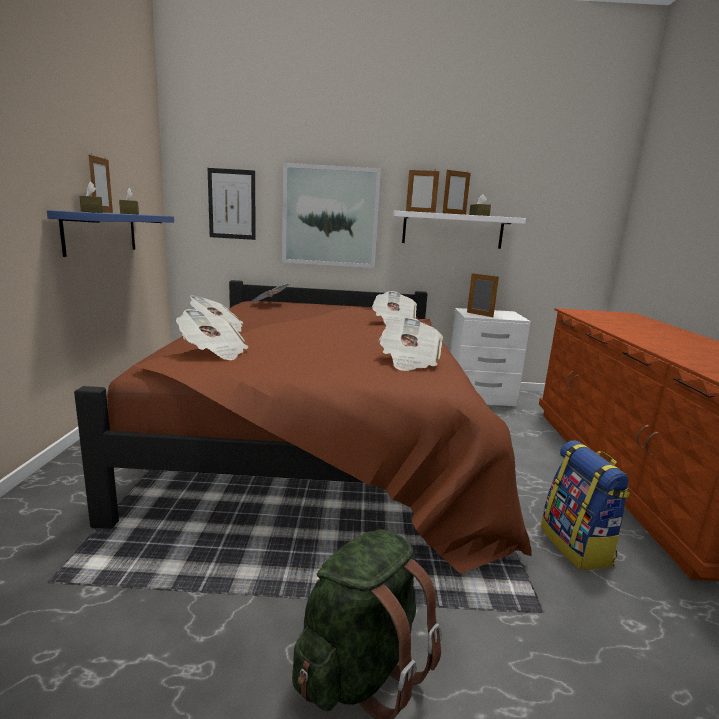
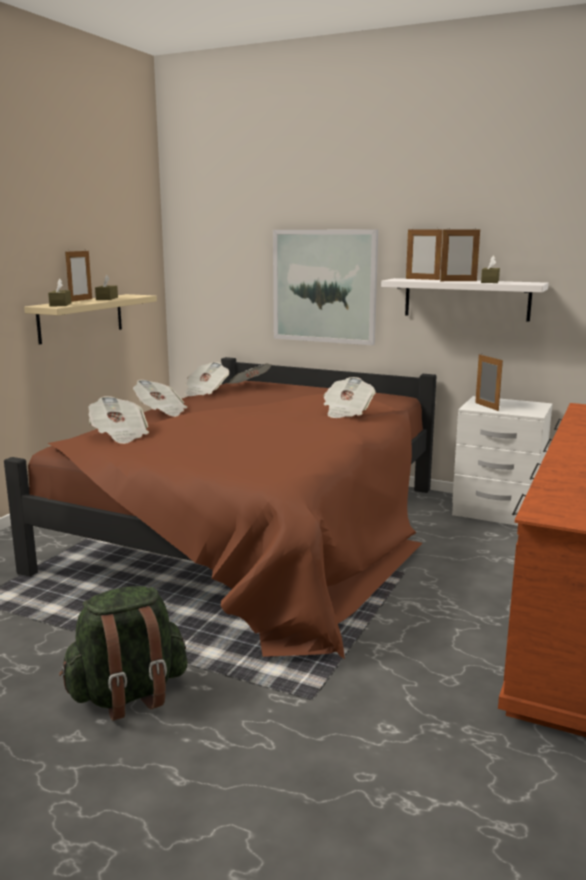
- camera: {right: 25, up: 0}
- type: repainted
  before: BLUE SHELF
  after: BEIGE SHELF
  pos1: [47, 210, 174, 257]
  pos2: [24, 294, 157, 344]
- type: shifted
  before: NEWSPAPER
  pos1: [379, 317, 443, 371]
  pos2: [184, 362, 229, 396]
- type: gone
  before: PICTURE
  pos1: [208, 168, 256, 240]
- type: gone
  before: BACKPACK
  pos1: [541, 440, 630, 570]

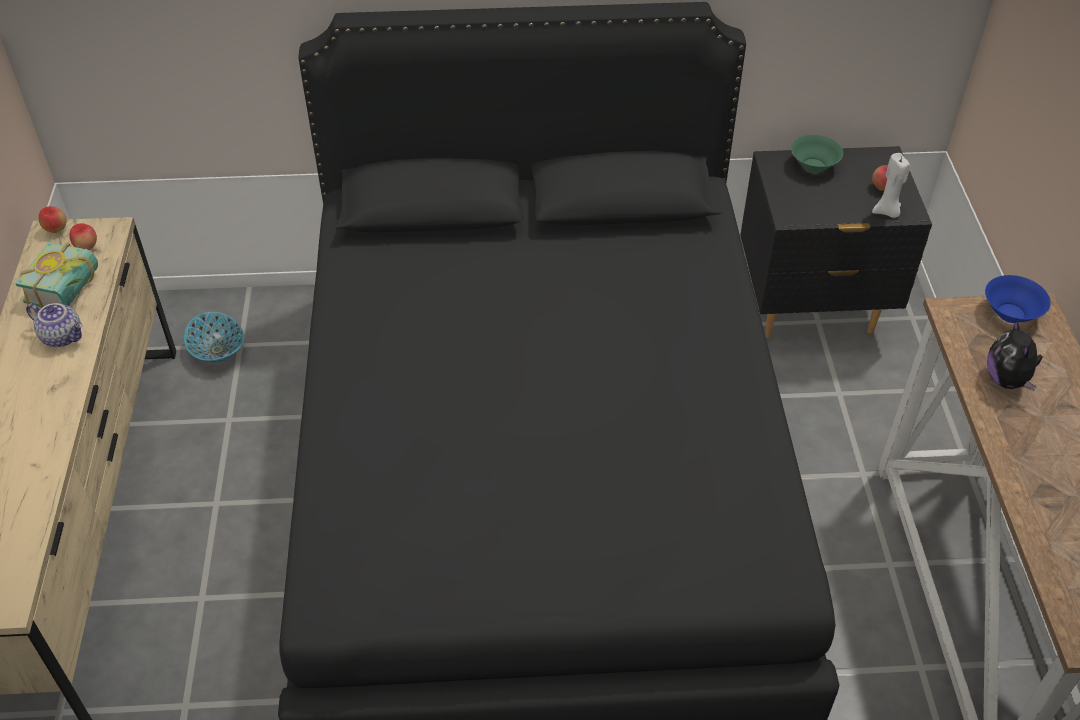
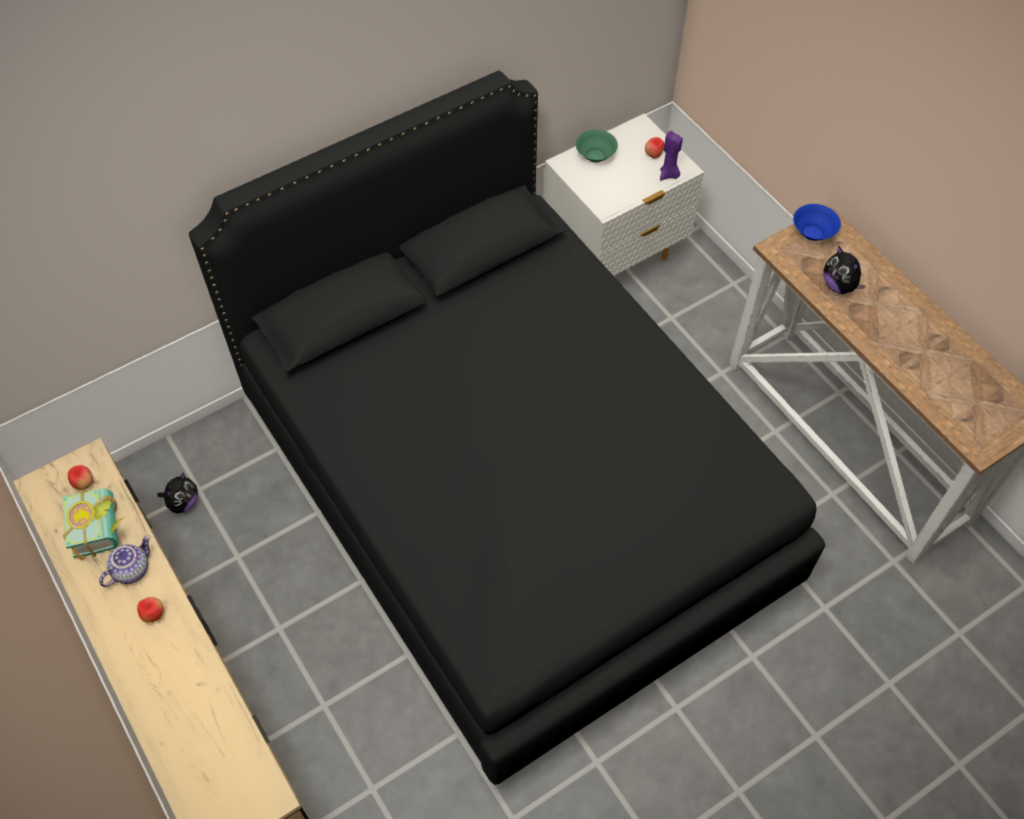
- camera: {right: -30, up: 10}
- type: rotated
  before: TEAPOT
  pos1: [26, 303, 83, 347]
  pos2: [99, 535, 151, 587]
  turn: -45
- type: shifted
  before: APPLE
  pos1: [39, 206, 67, 233]
  pos2: [137, 597, 164, 623]
- type: swapped
  before: BOWL
  after: PLUSH TOY
  pos1: [184, 312, 244, 363]
  pos2: [157, 472, 198, 513]
- type: repainted
  before: BLACK NIGHTSTAND
  after: WHITE NIGHTSTAND
  pos1: [740, 146, 932, 338]
  pos2: [544, 114, 704, 276]
- type: repainted
  before: WHITE CANDLE
  after: PURPLE CANDLE
  pos1: [872, 153, 910, 218]
  pos2: [660, 131, 683, 181]

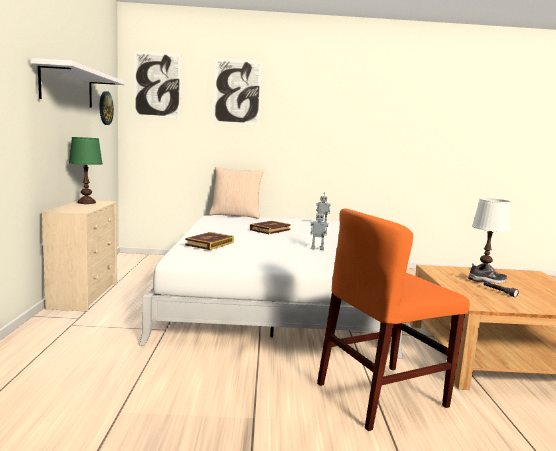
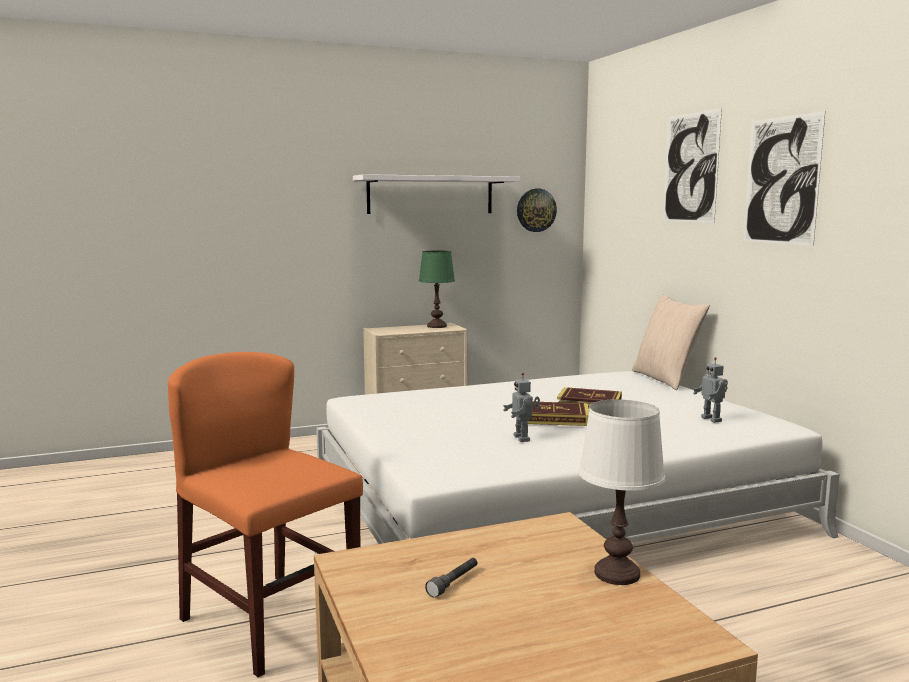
- camera: {right: 70, up: 0}
- type: shifted
  before: BOOK
  pos1: [185, 232, 234, 250]
  pos2: [528, 402, 589, 426]
- type: shifted
  before: PICTURE
  pos1: [134, 51, 181, 118]
  pos2: [744, 111, 825, 246]
- type: gone
  before: SHOE
  pos1: [468, 263, 507, 284]

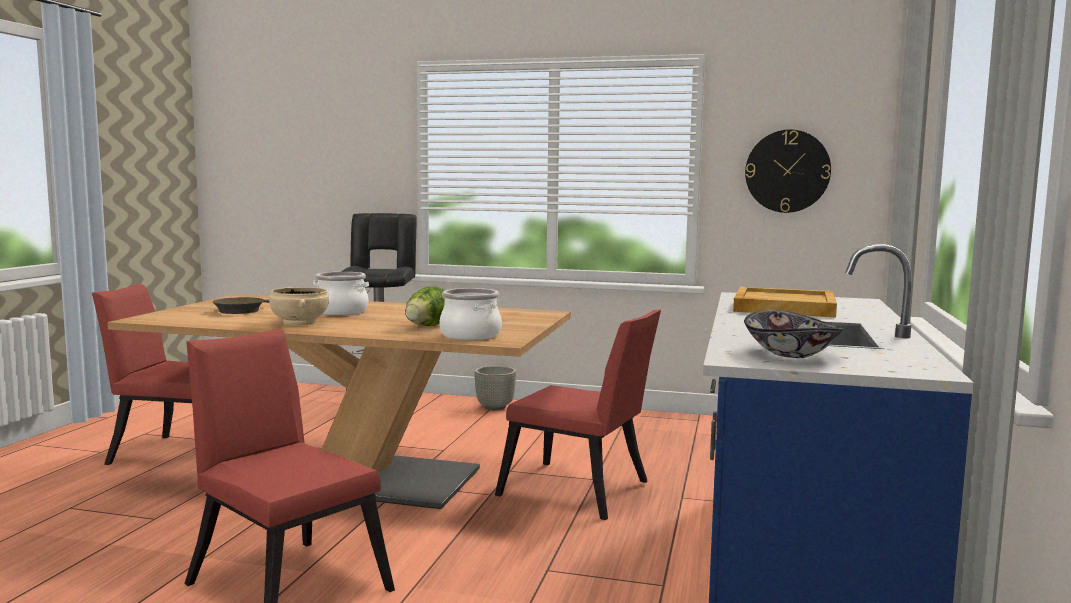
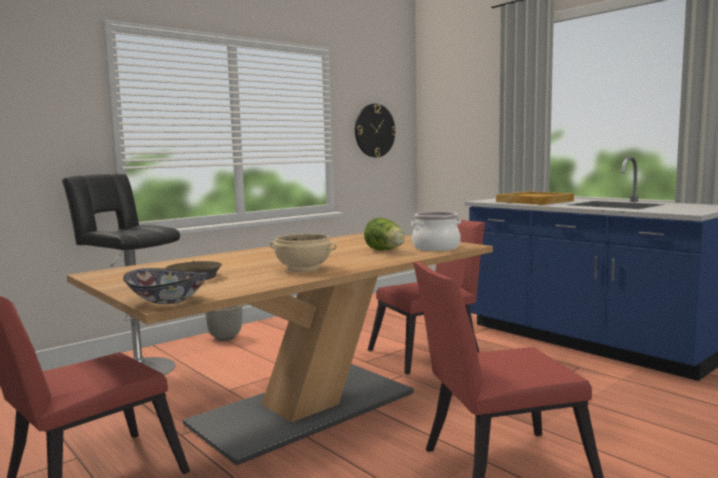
- camera: {right: -55, up: 0}
- type: shifted
  before: BOWL
  pos1: [744, 310, 843, 358]
  pos2: [123, 268, 209, 304]
- type: gone
  before: COOKING POT
  pos1: [313, 272, 369, 315]

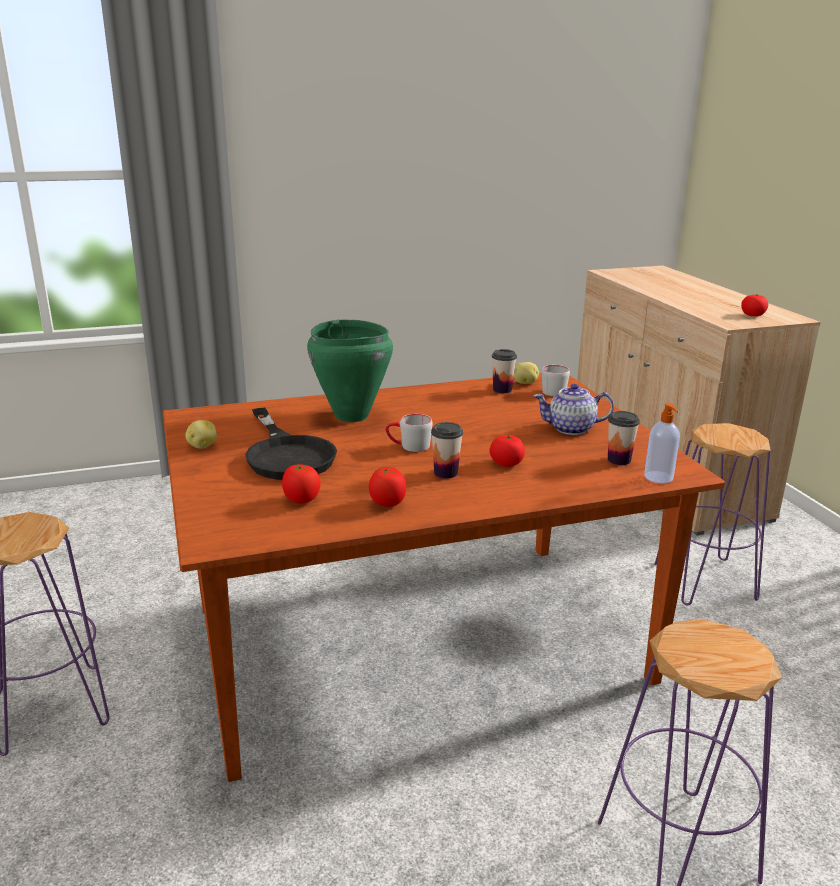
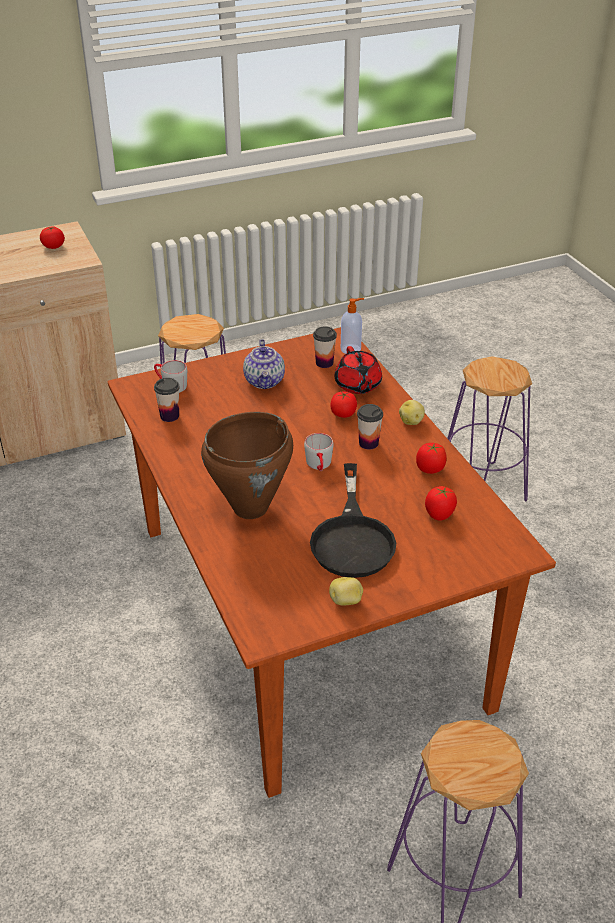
- camera: {right: -95, up: 15}
- type: repainted
  before: GREEN COOKING POT
  after: BROWN COOKING POT
  pos1: [307, 319, 393, 422]
  pos2: [201, 412, 293, 519]
- type: rotated
  before: BLACK FRYING PAN
  pos1: [245, 408, 337, 480]
  pos2: [310, 463, 396, 578]
  turn: 120
- type: new
  after: RED TEAPOT
  pos2: [335, 346, 382, 394]
- type: shifted
  before: POTATO
  pos1: [514, 362, 539, 384]
  pos2: [399, 400, 425, 425]

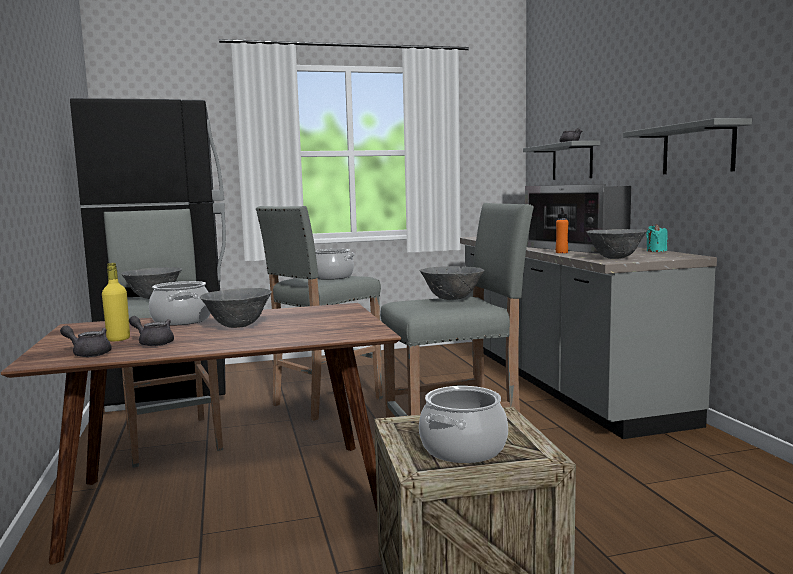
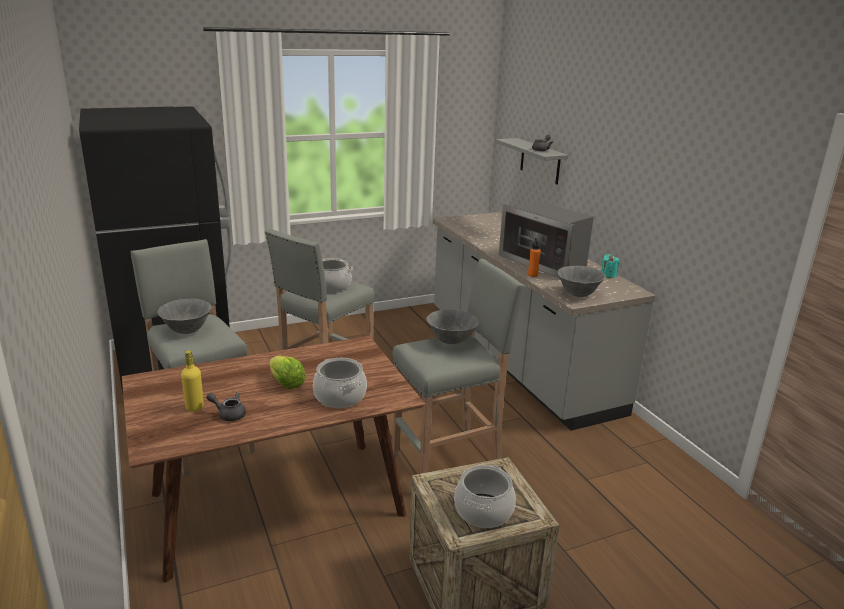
- camera: {right: -10, up: 15}
- type: swapped
  before: GREY BOWL
  after: LETTUCE
  pos1: [200, 288, 272, 328]
  pos2: [269, 356, 306, 389]
- type: shifted
  before: COOKING POT
  pos1: [149, 281, 211, 326]
  pos2: [313, 358, 367, 408]
- type: gone
  before: GREY TEAPOT
  pos1: [60, 325, 112, 357]
- type: gone
  before: GREY SHELF
  pos1: [623, 118, 752, 174]

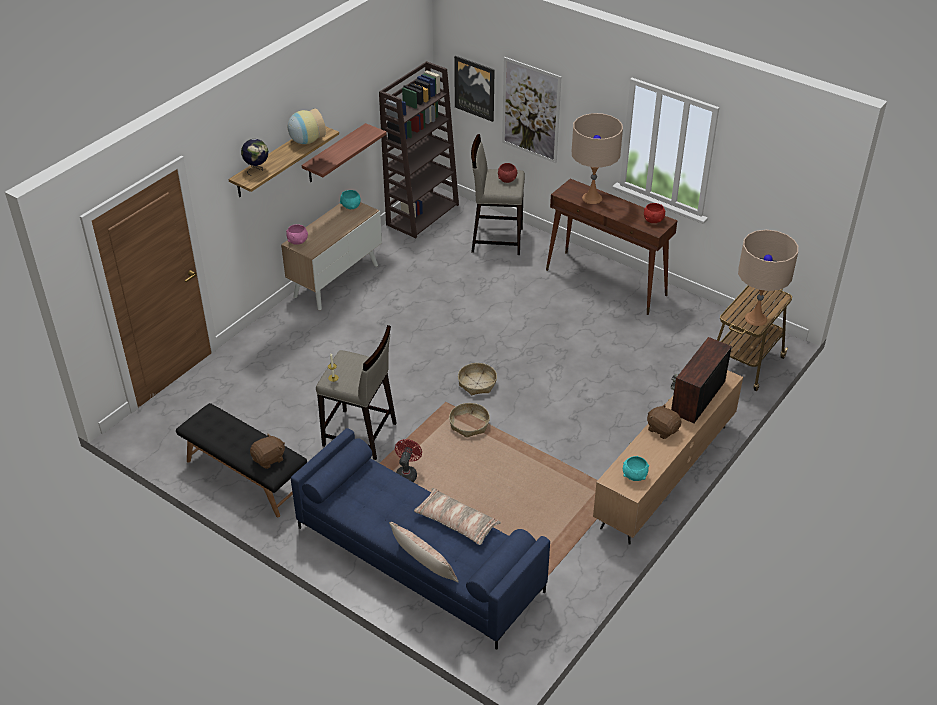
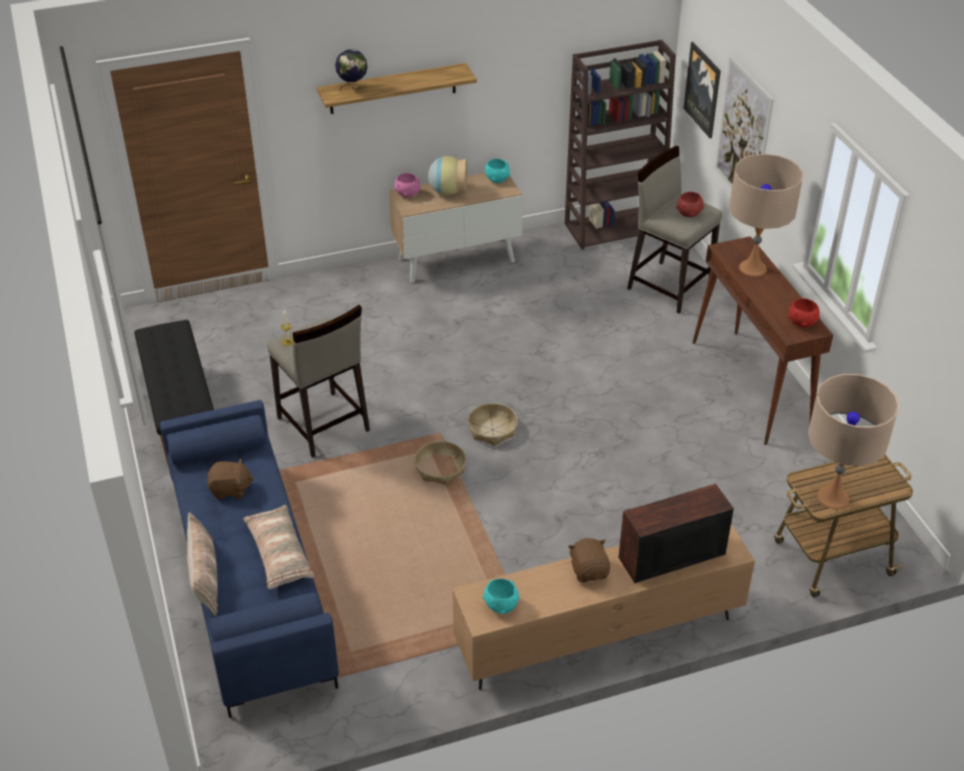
- camera: {right: 35, up: 0}
- type: shifted
  before: BROWN PLUSH TOY
  pos1: [250, 433, 285, 469]
  pos2: [207, 459, 254, 499]
- type: shifted
  before: VASE
  pos1: [288, 108, 326, 144]
  pos2: [428, 156, 467, 195]
- type: gone
  before: SHELF
  pos1: [302, 123, 386, 183]
- type: gone
  before: RED FAN
  pos1: [395, 439, 422, 482]

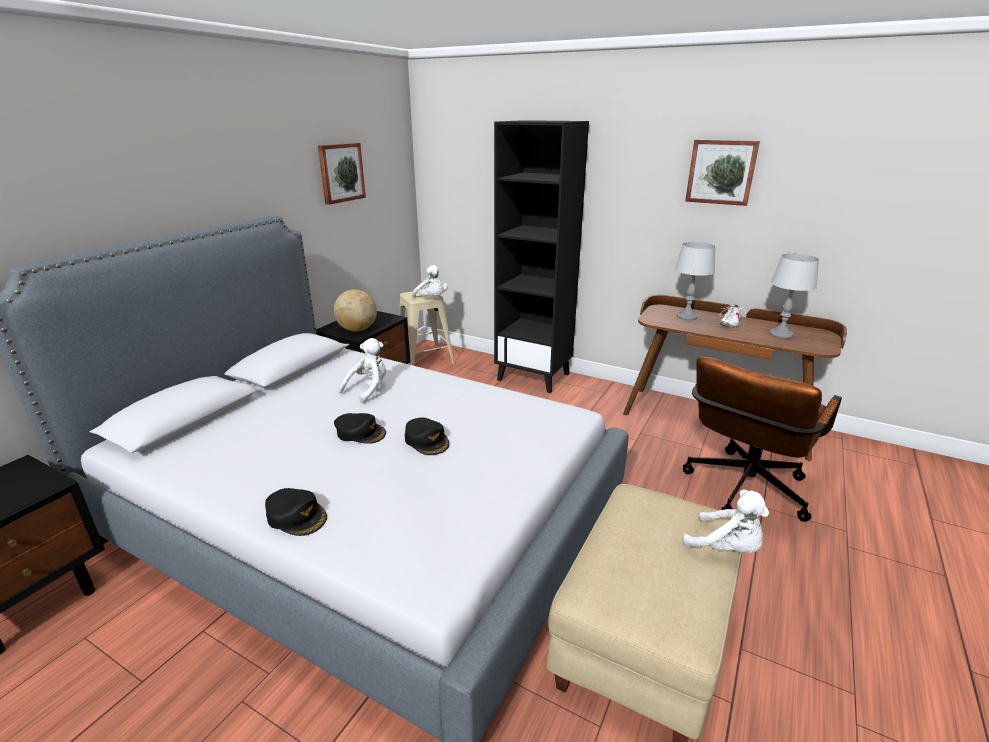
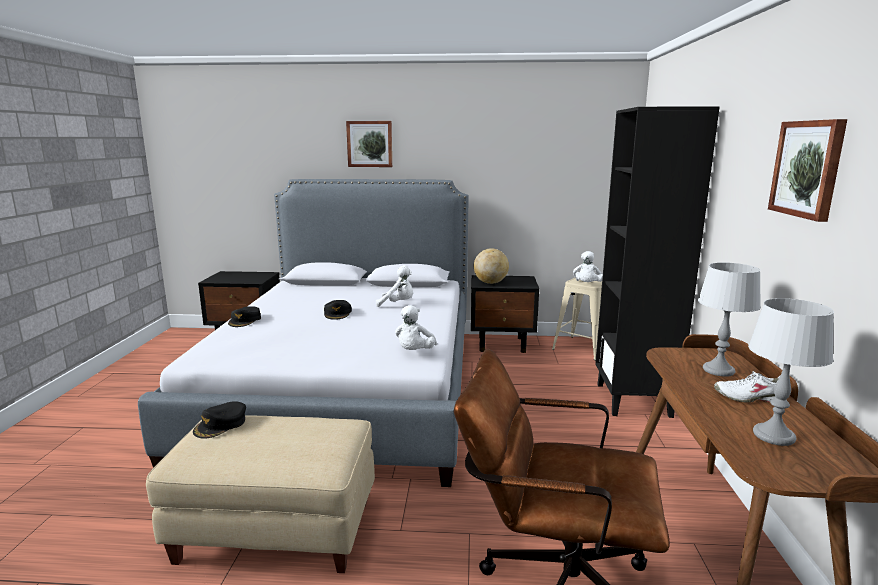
- camera: {right: 65, up: -10}
- type: shifted
  before: BLACK CAP
  pos1: [405, 417, 449, 455]
  pos2: [193, 401, 246, 439]
- type: shifted
  before: PICTURE
  pos1: [318, 143, 366, 205]
  pos2: [346, 121, 392, 167]
- type: shifted
  before: WHITE PLUSH TOY
  pos1: [682, 490, 769, 553]
  pos2: [395, 305, 437, 350]

